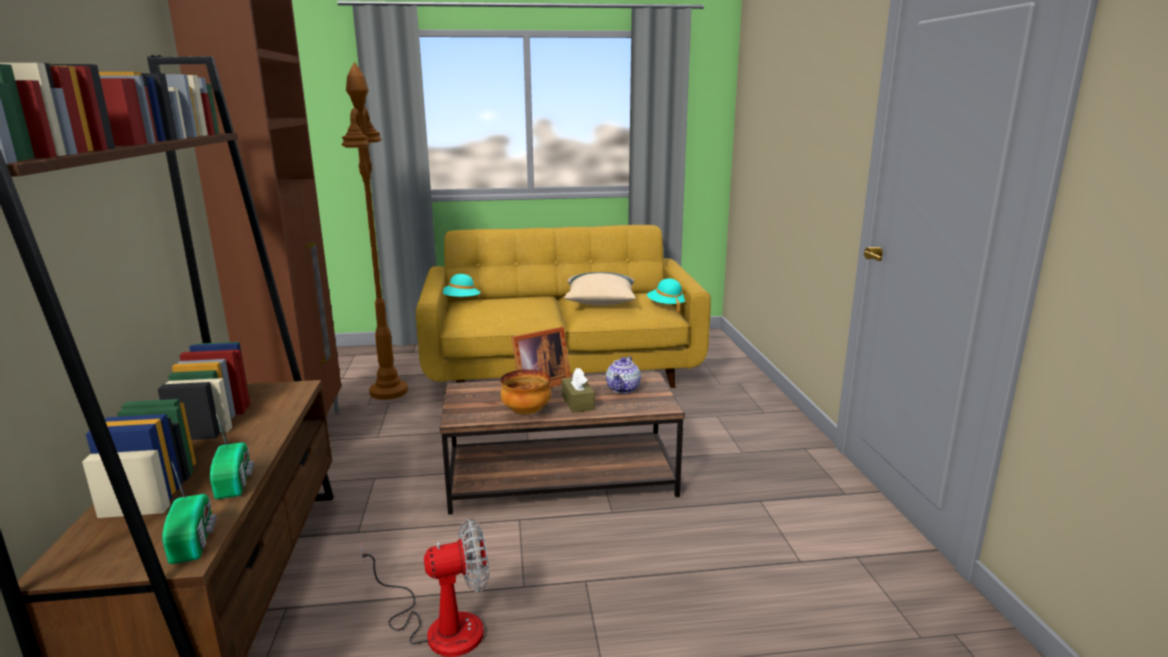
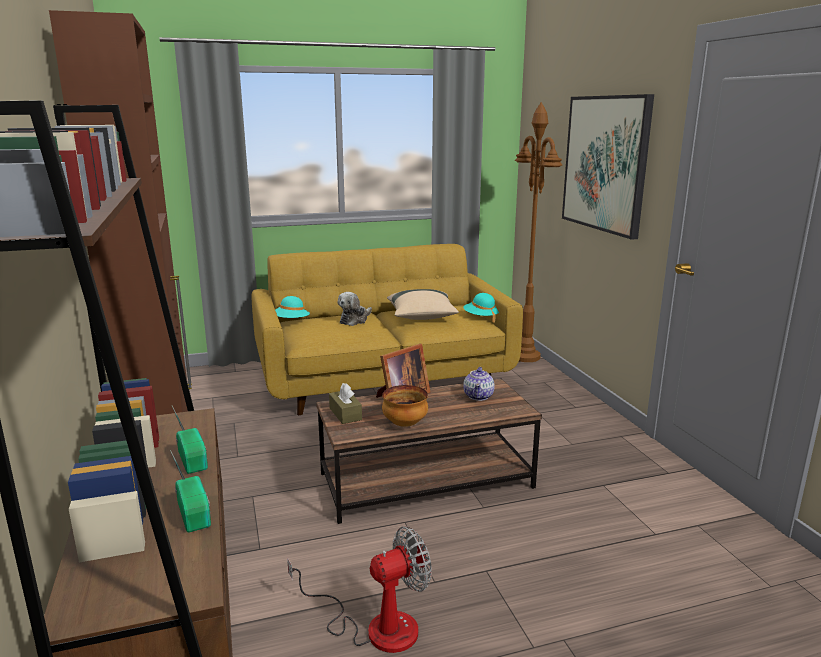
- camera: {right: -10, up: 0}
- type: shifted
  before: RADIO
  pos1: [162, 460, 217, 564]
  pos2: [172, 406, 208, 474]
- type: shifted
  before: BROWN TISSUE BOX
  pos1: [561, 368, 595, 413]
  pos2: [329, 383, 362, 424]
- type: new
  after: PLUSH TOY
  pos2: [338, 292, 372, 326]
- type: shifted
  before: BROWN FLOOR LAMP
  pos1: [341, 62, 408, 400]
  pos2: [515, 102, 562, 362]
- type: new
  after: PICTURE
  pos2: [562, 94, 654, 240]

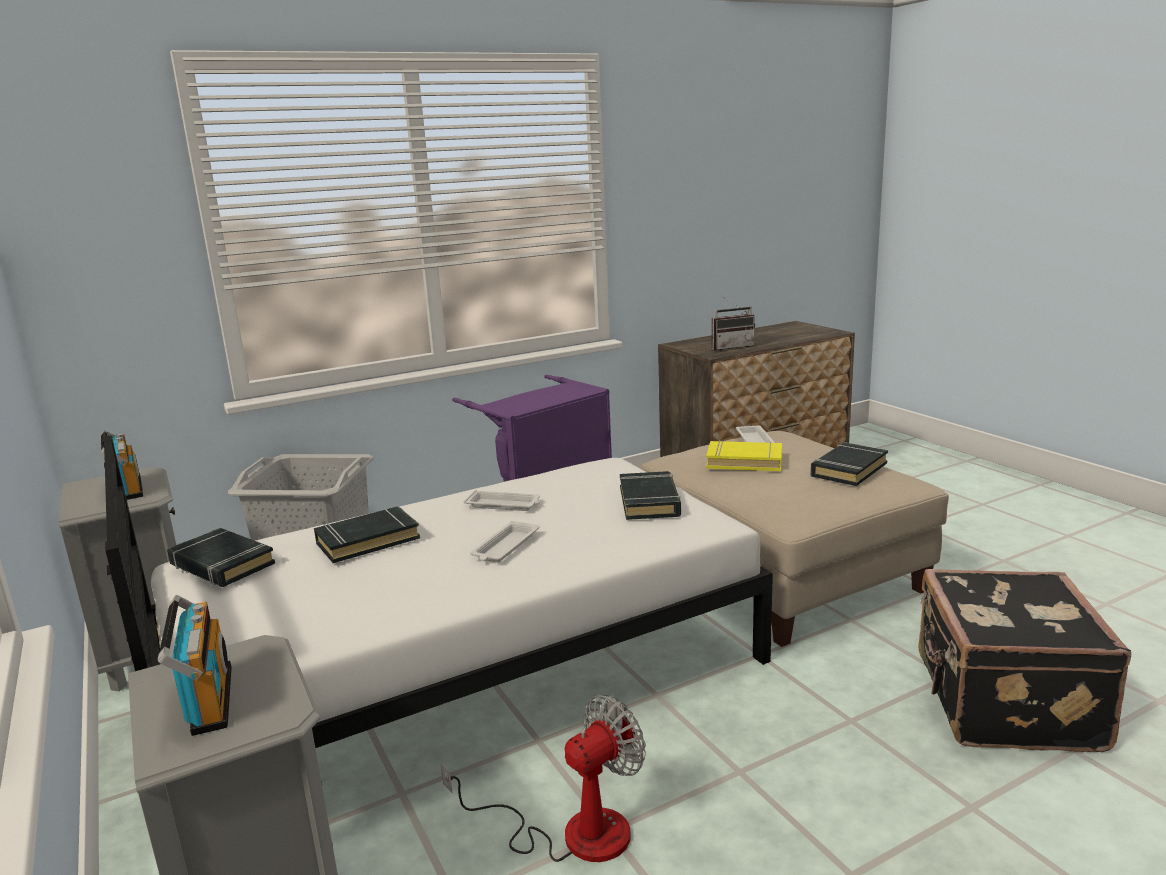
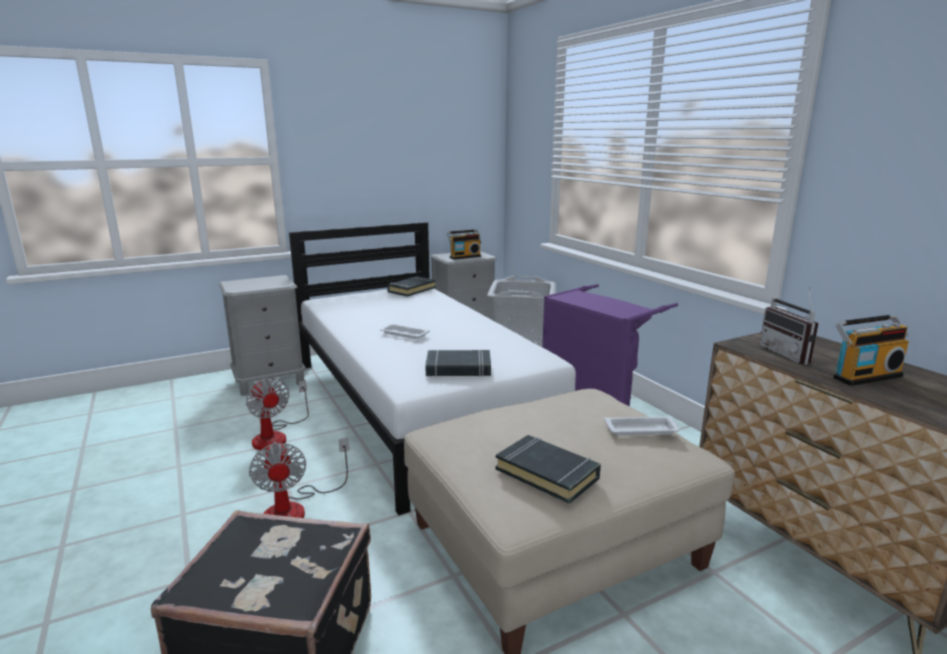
- camera: {right: 90, up: 0}
- type: new
  after: FAN
  pos2: [249, 438, 349, 518]
- type: shifted
  before: RADIO
  pos1: [158, 595, 232, 736]
  pos2: [833, 314, 909, 386]
- type: gone
  before: BLACK BOOK
  pos1: [314, 506, 420, 563]
- type: gone
  before: WHITE TRAY
  pos1: [464, 490, 540, 511]
- type: gone
  before: YELLOW BOOK
  pos1: [706, 440, 782, 471]

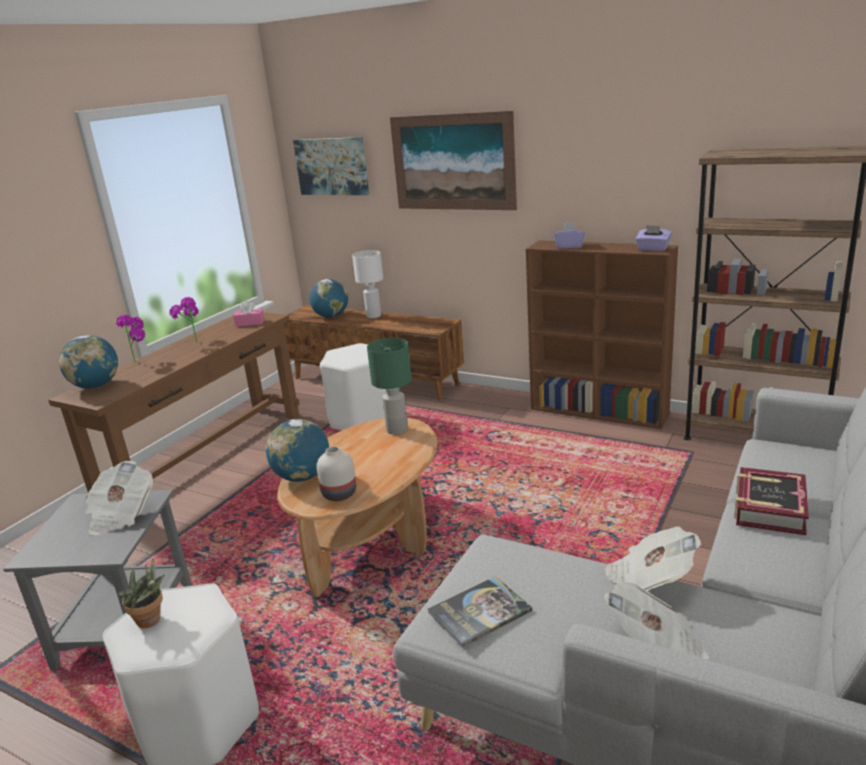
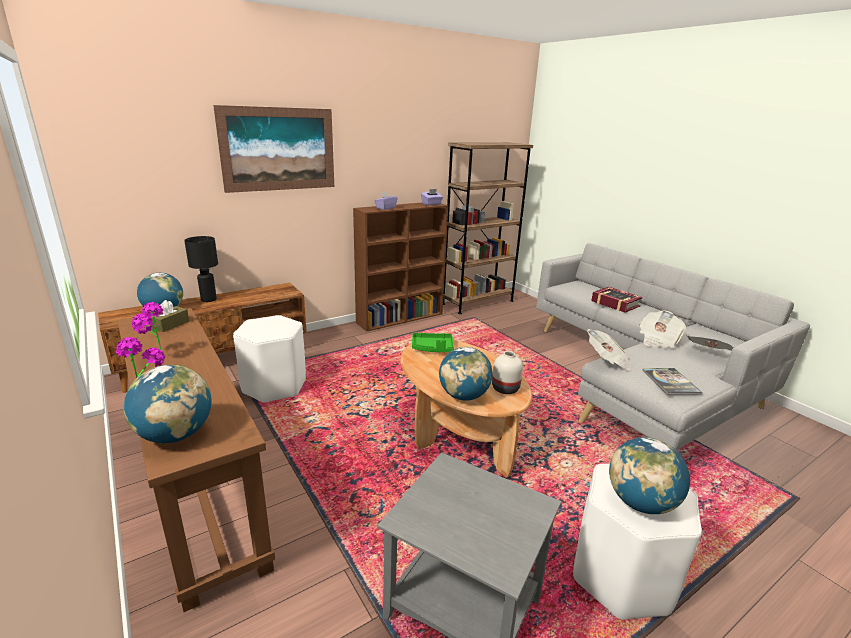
- camera: {right: -65, up: 0}
- type: repainted
  before: PINK TISSUE BOX
  after: BROWN TISSUE BOX
  pos1: [233, 301, 265, 327]
  pos2: [151, 300, 189, 332]
- type: repainted
  before: WHITE TABLE LAMP
  after: BLACK TABLE LAMP
  pos1: [352, 250, 383, 318]
  pos2: [184, 236, 218, 302]
- type: swapped
  before: GREEN TABLE LAMP
  after: GREEN TRAY
  pos1: [367, 338, 412, 435]
  pos2: [412, 333, 454, 352]
- type: shifted
  before: NEWSPAPER
  pos1: [85, 461, 153, 535]
  pos2: [587, 329, 630, 371]
- type: swapped
  before: POTTED PLANT
  after: GLOBE
  pos1: [118, 558, 165, 628]
  pos2: [609, 437, 690, 514]
- type: gone
  before: PICTURE
  pos1: [293, 137, 369, 195]

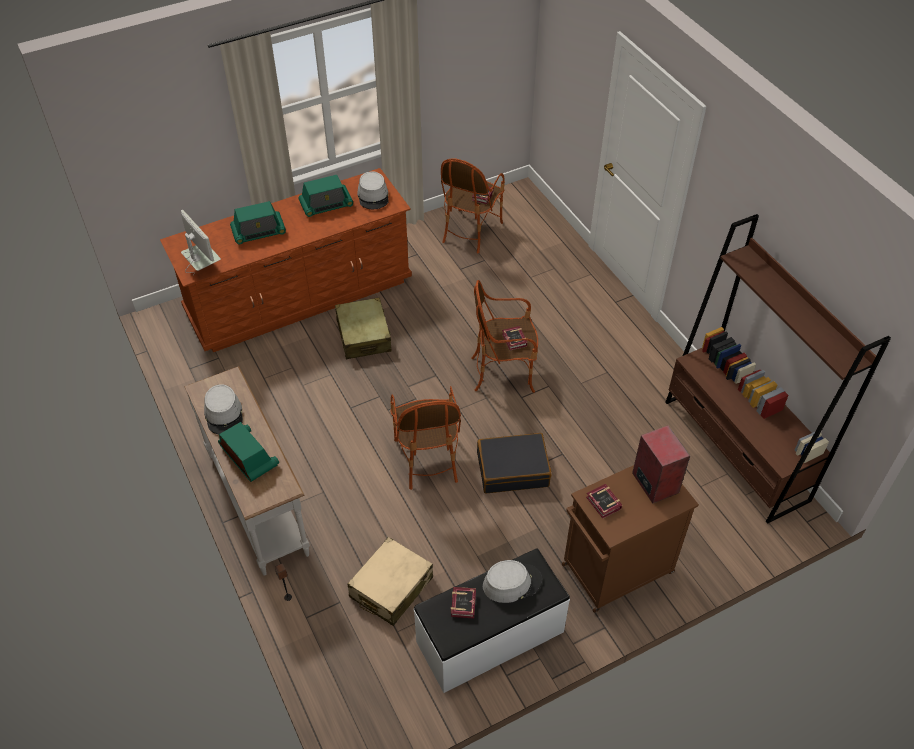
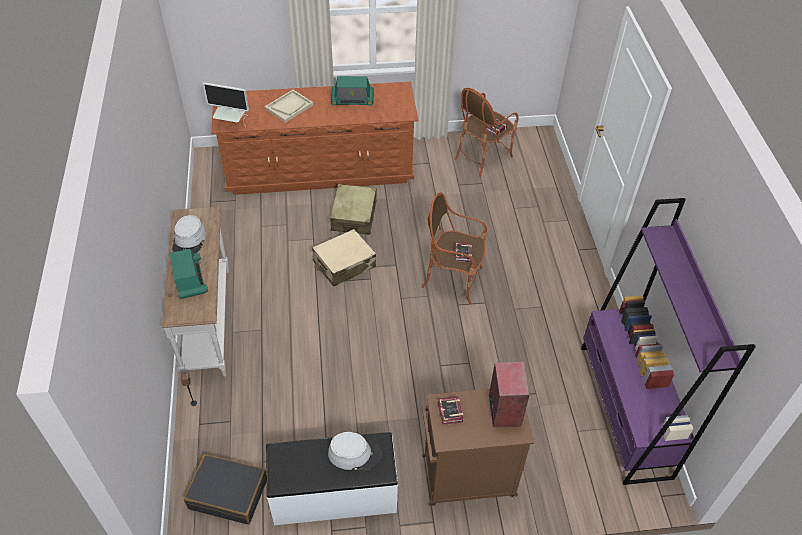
- camera: {right: 20, up: 0}
- type: shifted
  before: BLACK SUITCASE
  pos1: [477, 433, 552, 493]
  pos2: [184, 454, 267, 525]
- type: rotated
  before: MONITOR
  pos1: [181, 210, 221, 275]
  pos2: [203, 83, 249, 127]
  turn: 120
- type: swapped
  before: RADIO
  after: BEIGE TRAY
  pos1: [230, 201, 286, 244]
  pos2: [265, 90, 313, 123]
- type: shifted
  before: BEIGE SUITCASE
  pos1: [347, 537, 433, 626]
  pos2: [312, 229, 376, 286]
- type: repainted
  before: BROWN BOOKCASE
  after: PURPLE BOOKCASE
  pos1: [665, 214, 891, 524]
  pos2: [581, 198, 756, 485]
- type: gone
  before: GREY HAT
  pos1: [357, 171, 388, 209]
- type: gone
  before: ARMCHAIR
  pos1: [390, 386, 461, 490]
- type: gone
  before: BOOK
  pos1: [451, 587, 476, 618]

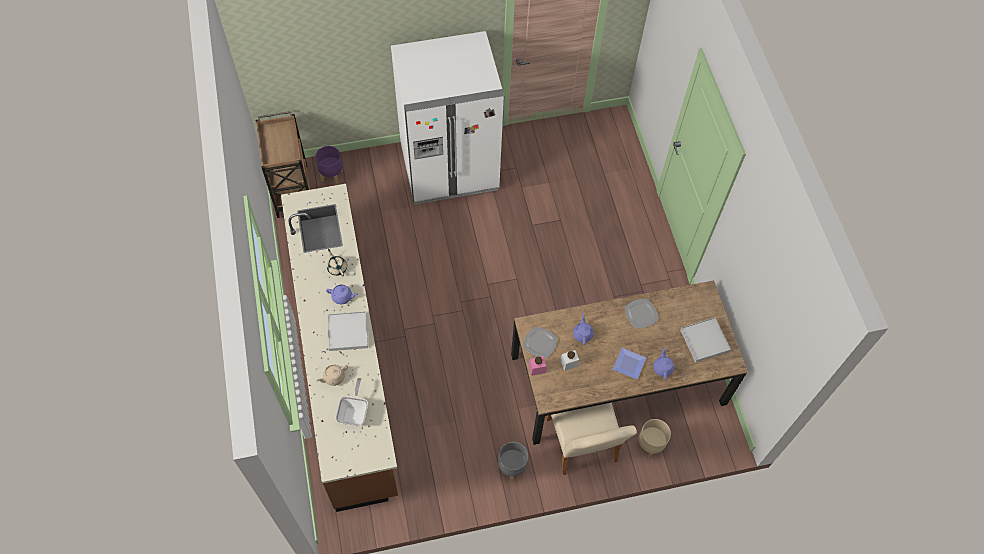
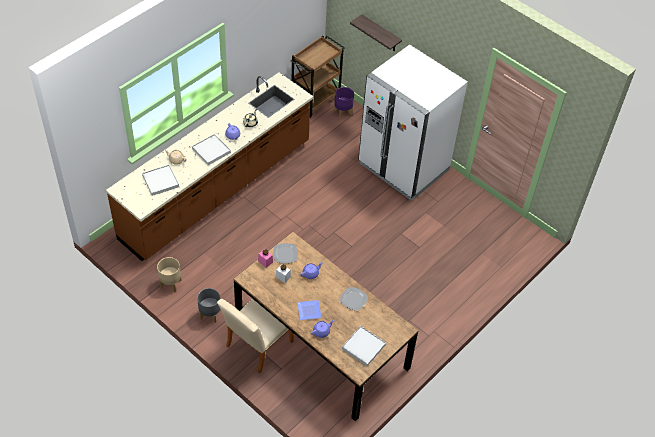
- camera: {right: 55, up: -10}
- type: swapped
  before: FRYING PAN
  after: WHITE TRAY
  pos1: [336, 378, 368, 426]
  pos2: [142, 165, 179, 196]
- type: shifted
  before: BEIGE PLANTER
  pos1: [636, 419, 671, 459]
  pos2: [157, 257, 181, 292]
- type: new
  after: SHELF
  pos2: [350, 14, 402, 51]

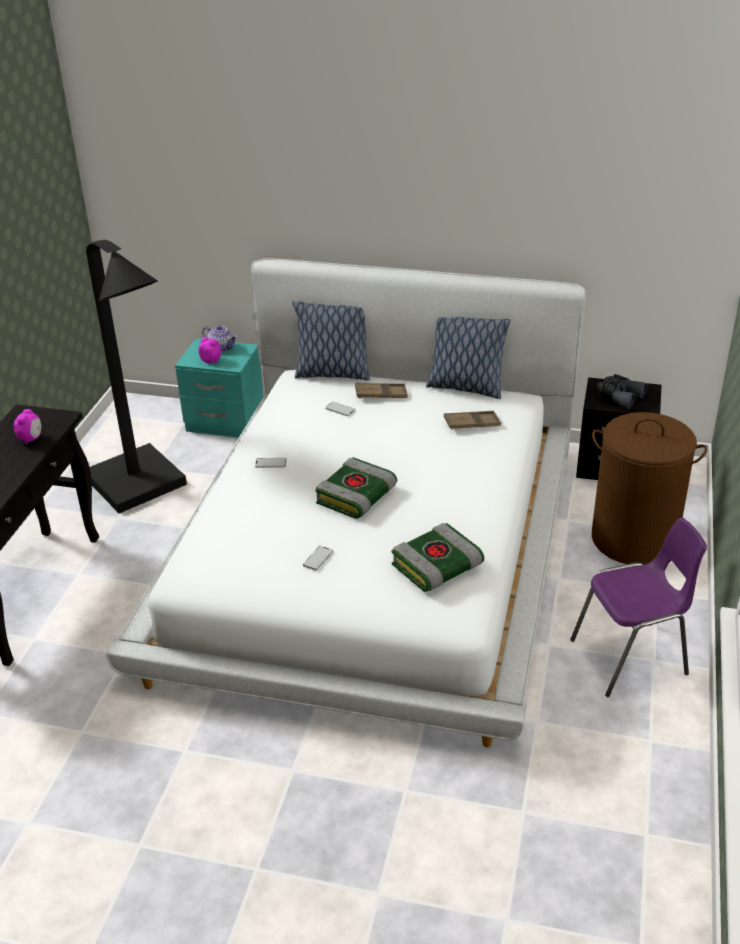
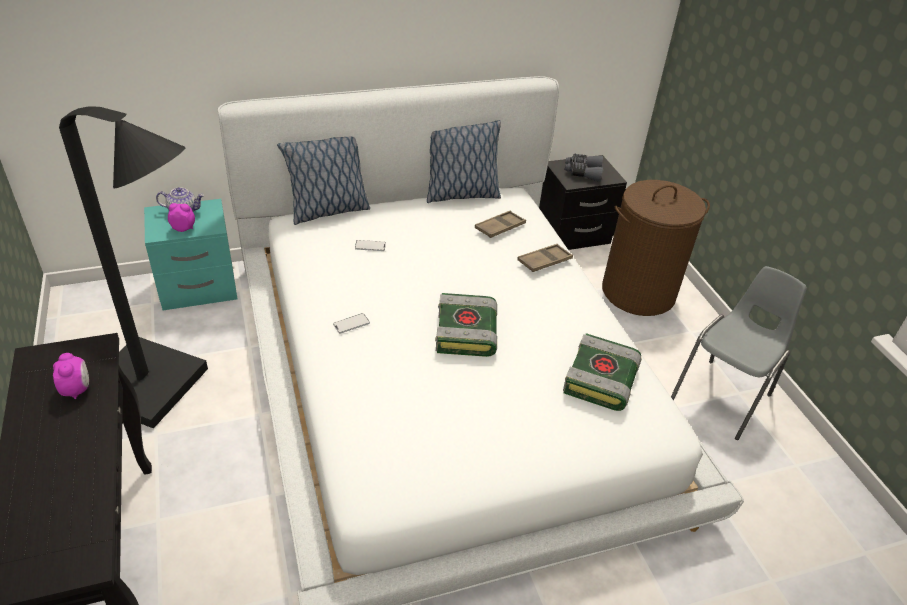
- camera: {right: -35, up: 5}
- type: shifted
  before: BROWN TRAY
  pos1: [355, 383, 408, 398]
  pos2: [517, 244, 573, 272]
- type: repainted
  before: PURPLE CHAIR
  after: GREY CHAIR
  pos1: [570, 518, 707, 697]
  pos2: [671, 266, 807, 440]
- type: gone
  before: PHONE
  pos1: [303, 546, 333, 571]

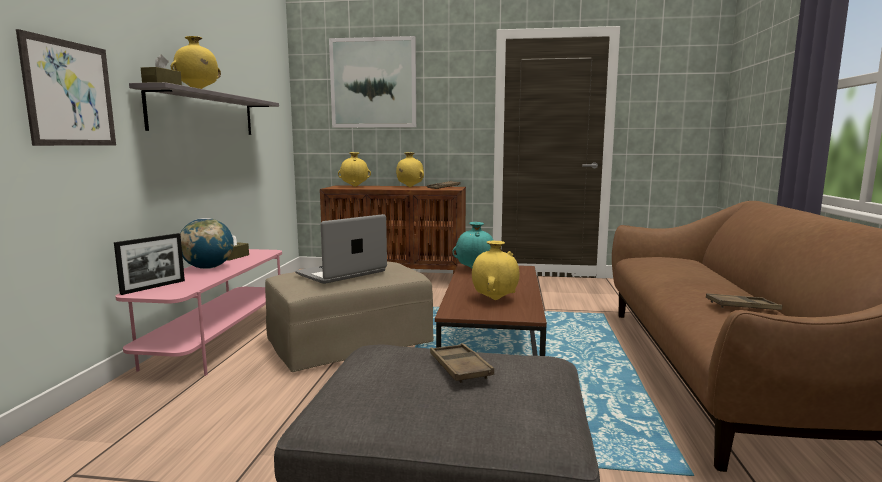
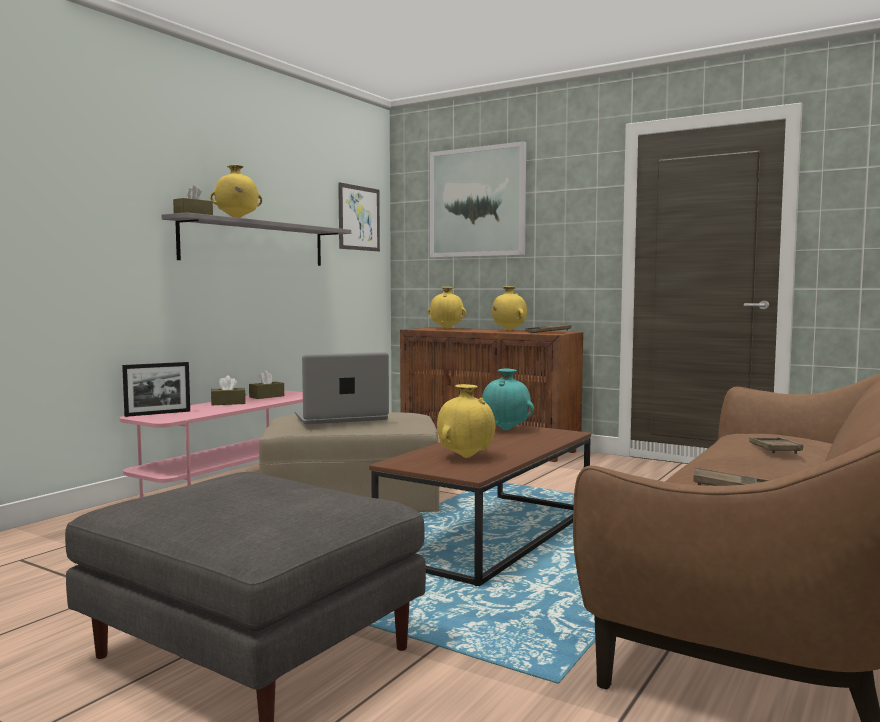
- camera: {right: 25, up: -5}
- type: swapped
  before: GLOBE
  after: BROWN TISSUE BOX
  pos1: [180, 218, 233, 269]
  pos2: [211, 375, 246, 405]
- type: shifted
  before: PICTURE
  pos1: [16, 29, 116, 146]
  pos2: [338, 182, 380, 251]
- type: shifted
  before: BROWN TRAY
  pos1: [430, 343, 494, 383]
  pos2: [749, 437, 803, 454]

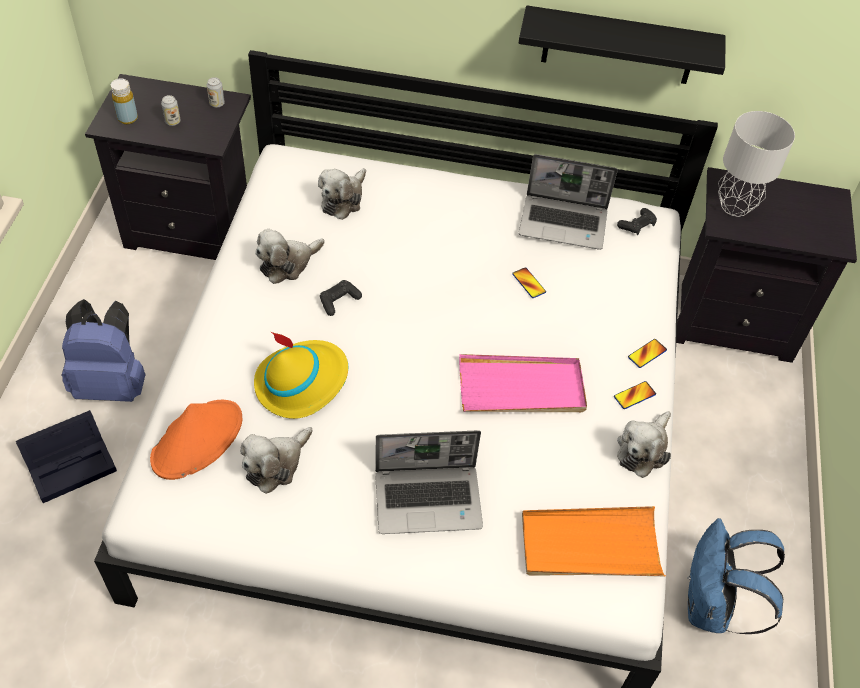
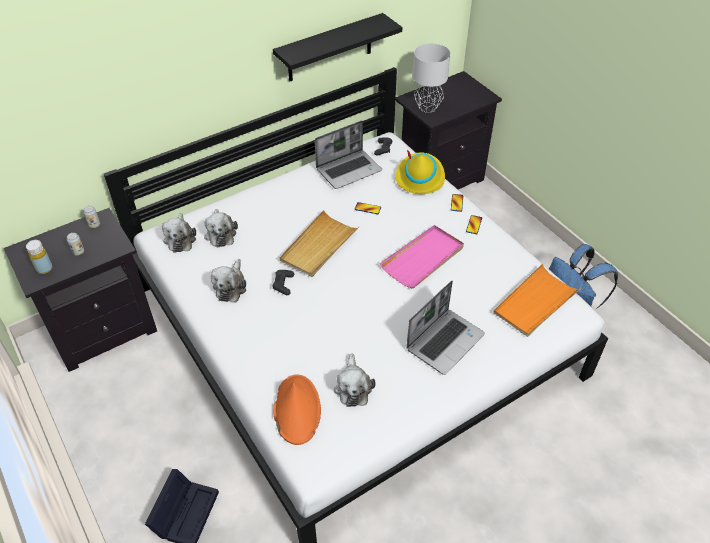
- camera: {right: -40, up: -5}
- type: shifted
  before: PLUSH TOY
  pos1: [617, 411, 671, 478]
  pos2: [162, 213, 196, 253]
- type: new
  after: BEIGE TRAY
  pos2: [280, 210, 359, 277]
- type: shifted
  before: YELLOW HAT
  pos1: [254, 332, 348, 419]
  pos2: [395, 150, 445, 194]
- type: gone
  before: BLUE BACKPACK
  pos1: [61, 299, 145, 402]

